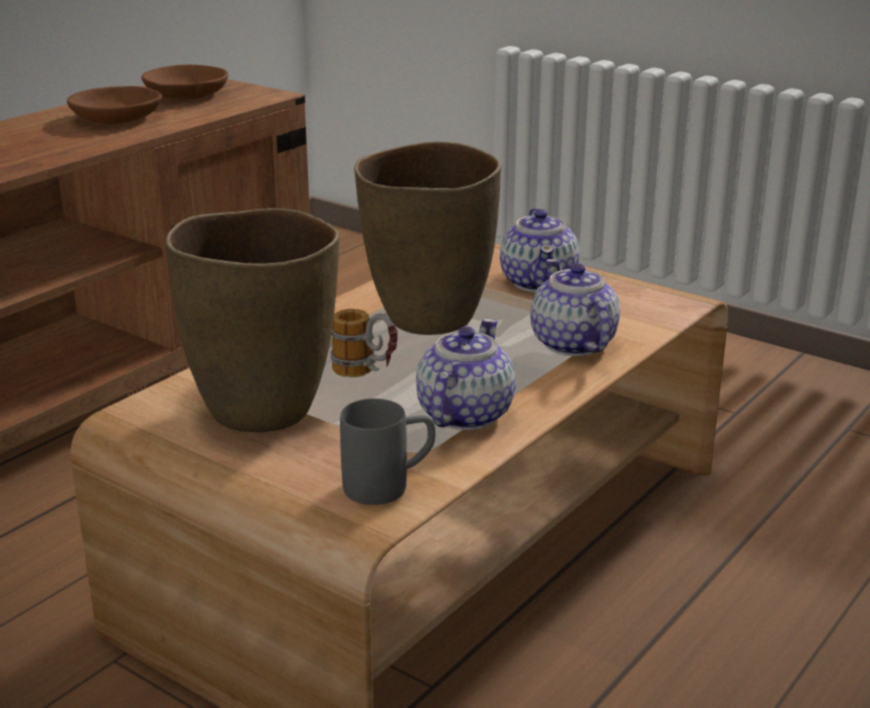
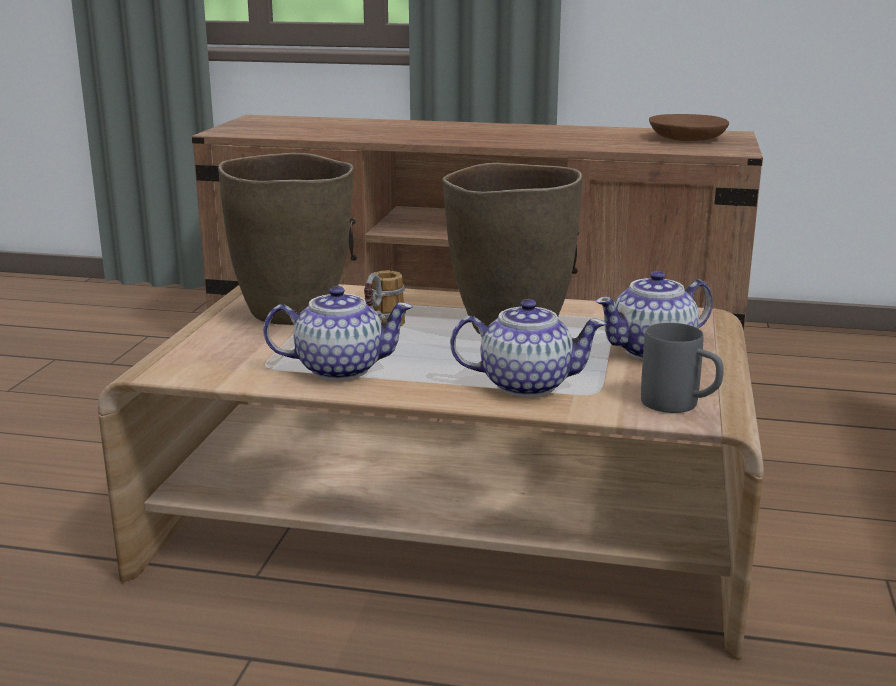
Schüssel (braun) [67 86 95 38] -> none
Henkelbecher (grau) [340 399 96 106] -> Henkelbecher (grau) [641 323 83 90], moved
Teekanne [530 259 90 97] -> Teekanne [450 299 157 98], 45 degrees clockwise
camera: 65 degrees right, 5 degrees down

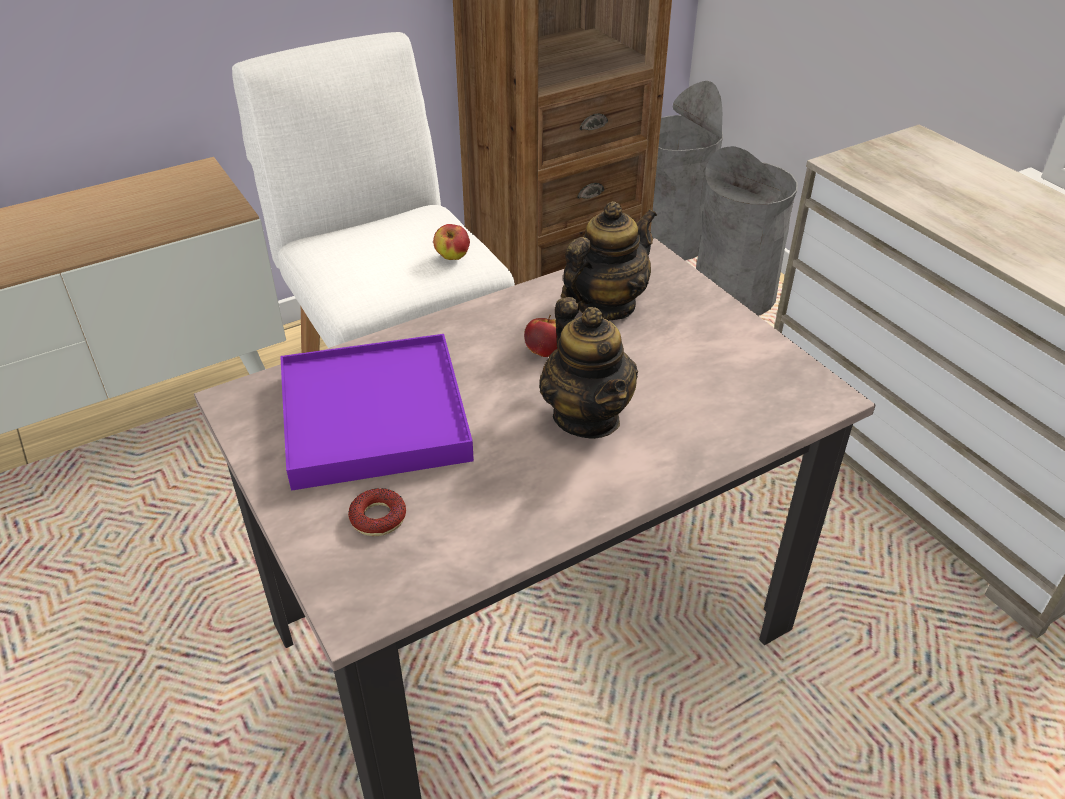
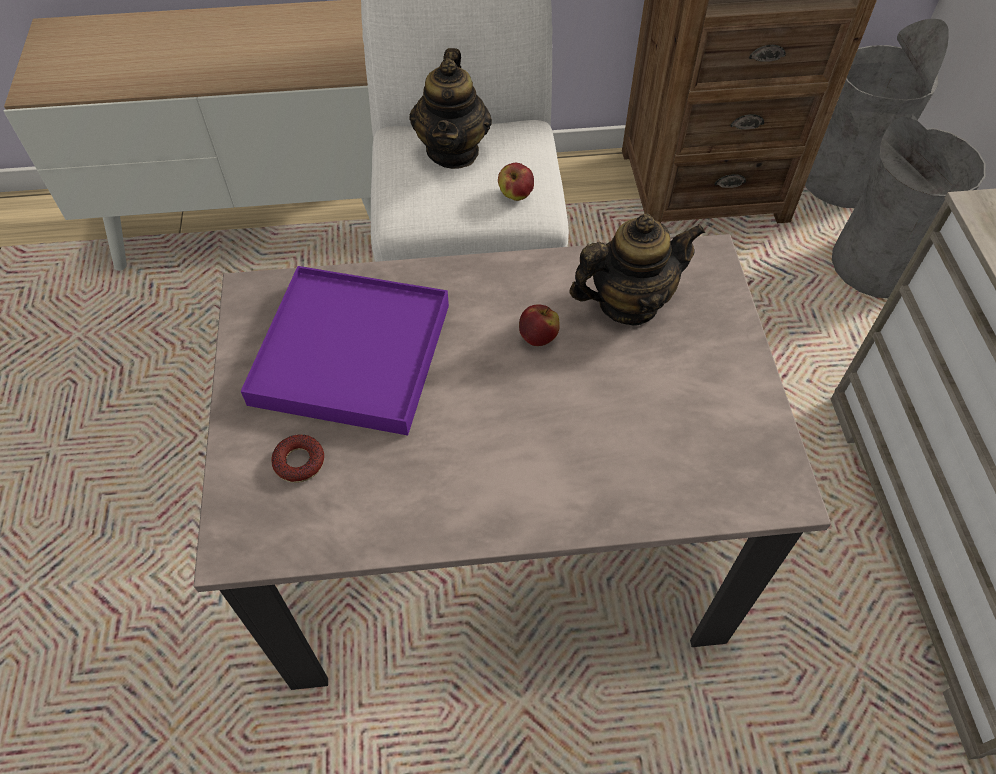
Teekanne [539 297 99 142] -> Teekanne [410 48 82 121], moved
camera: 25 degrees right, 15 degrees up

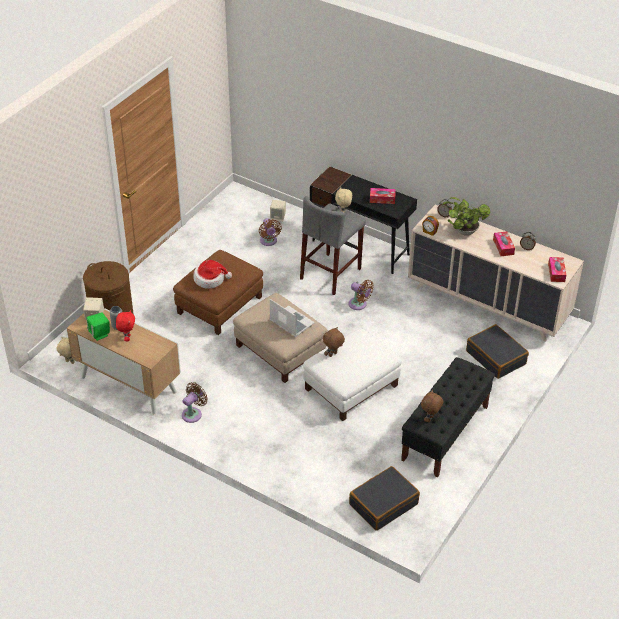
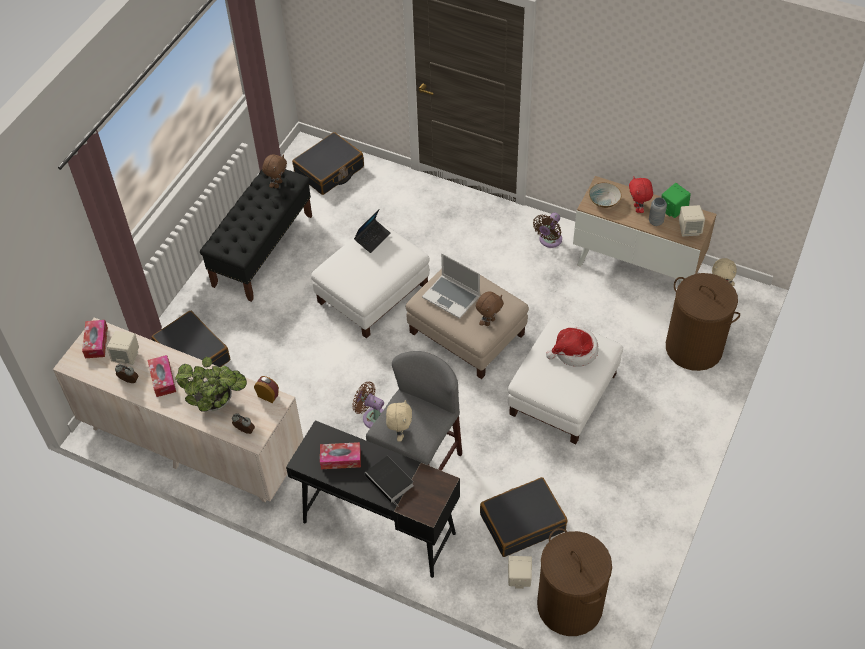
none -> Lautsprecher (beige) [107 331 32 34]
none -> Laptop [354 210 36 43]
none -> Buch [365 456 49 51]
none -> Wäschekorb (braun) [537 528 75 108]
none -> Schüssel [589 182 33 26]
Plüschtier (braun) [323 327 22 30] -> Plüschtier (braun) [476 291 28 35], moved
Ventilator (braun) [259 218 23 28] -> Koffer (schwarz) [480 477 87 80]
Polsterhocker (braun) [173 250 90 85] -> Polsterhocker (weiß) [508 317 115 127]
camera: 175 degrees right, 10 degrees up

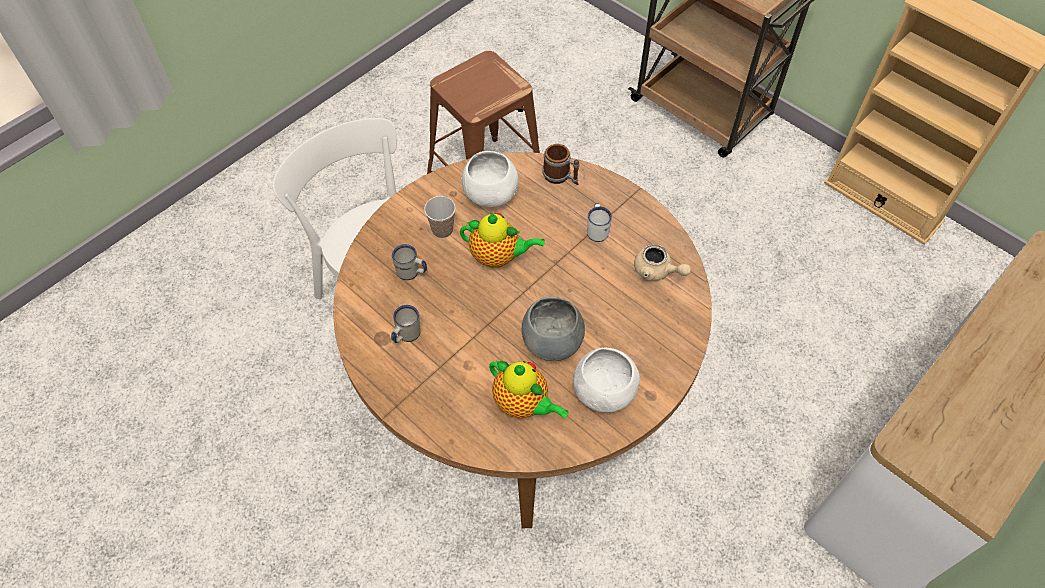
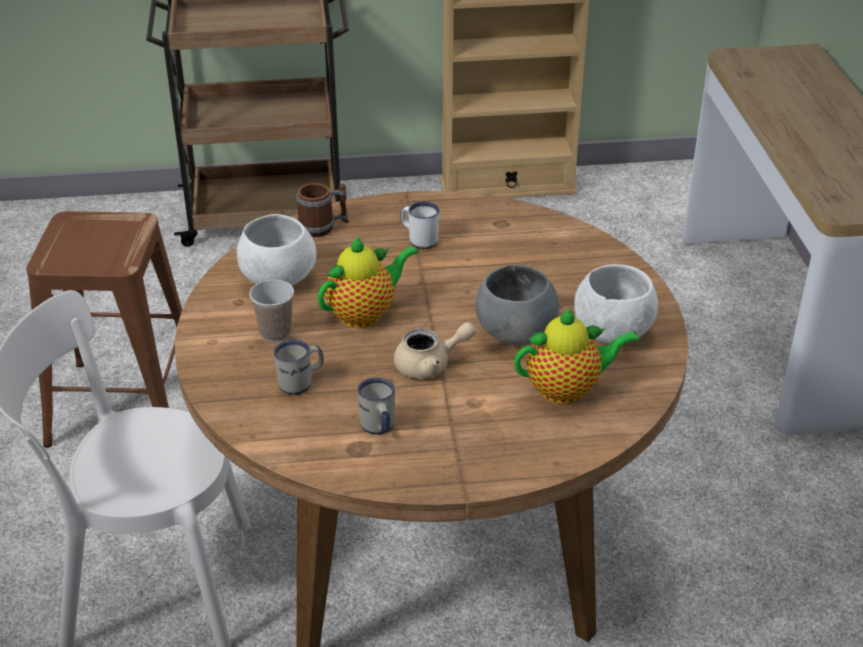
Teekanne (beige) [634 244 57 37] -> Teekanne (beige) [394 322 82 57], moved
camera: 50 degrees left, 20 degrees down

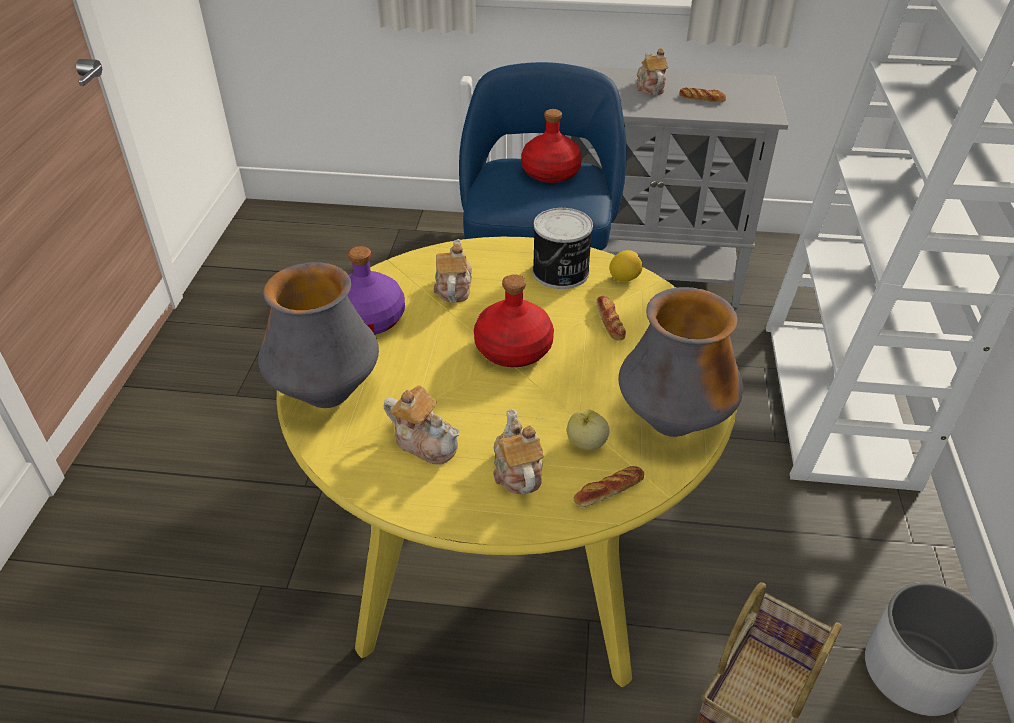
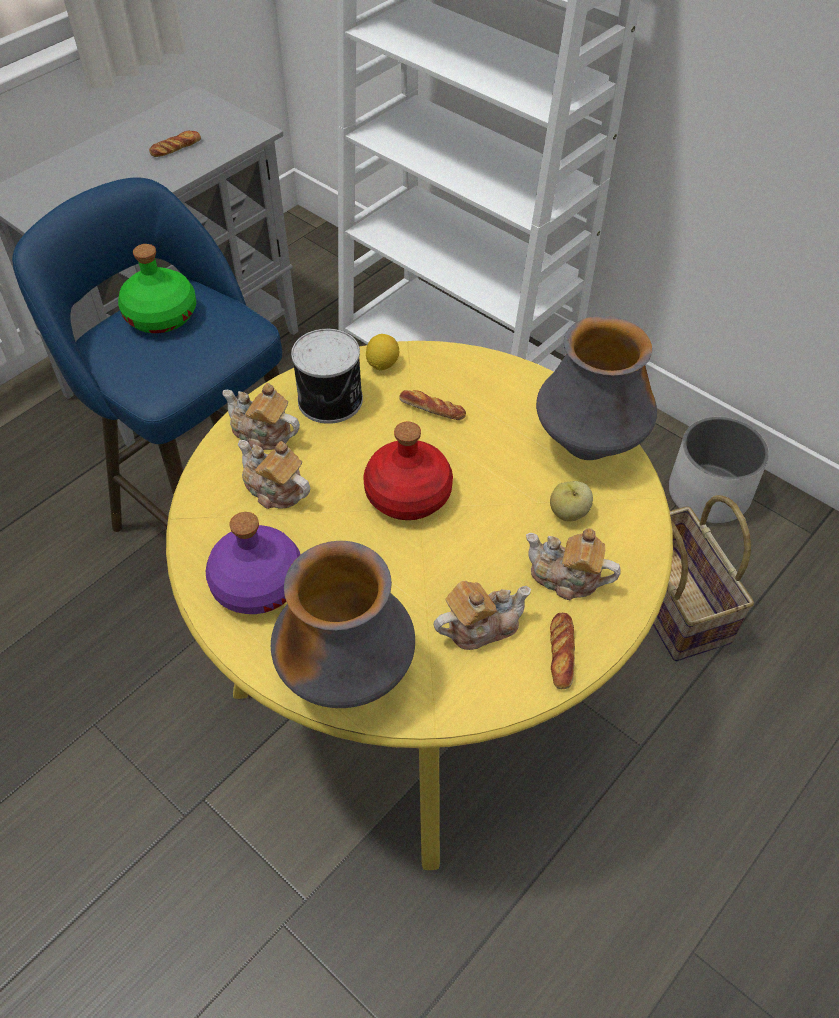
Brot [574 466 70 41] -> Brot [550 613 25 76], moved
Teekanne [637 48 31 47] -> Teekanne [222 383 78 67], moved
Flasche (rot) [521 109 61 74] -> Flasche (grün) [118 244 78 89]
camera: 55 degrees left, 10 degrees up

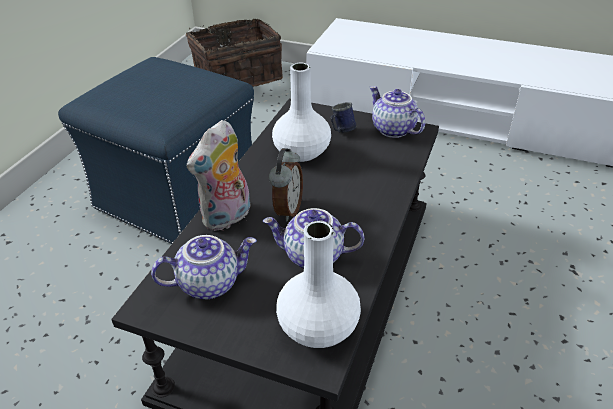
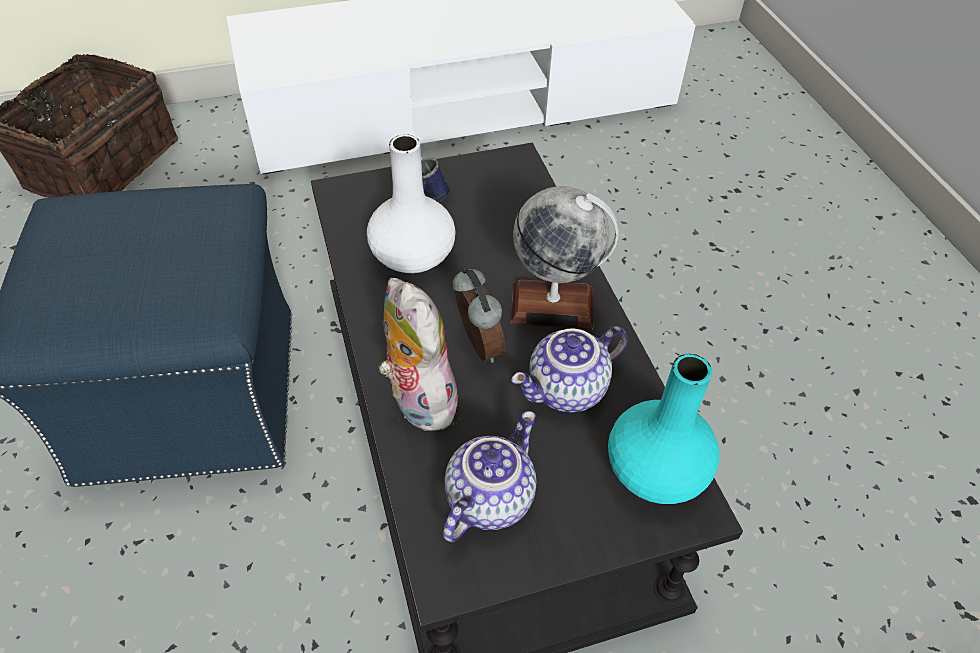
Teekanne [370 86 55 52] -> none
none -> Globus [511 186 107 144]
Vase (weiß) [276 221 85 127] -> Vase (türkis) [608 354 112 150]
Plüschtier [187 120 64 111] -> Plüschtier [378 278 83 153], 150 degrees clockwise
camera: 40 degrees left, 10 degrees up

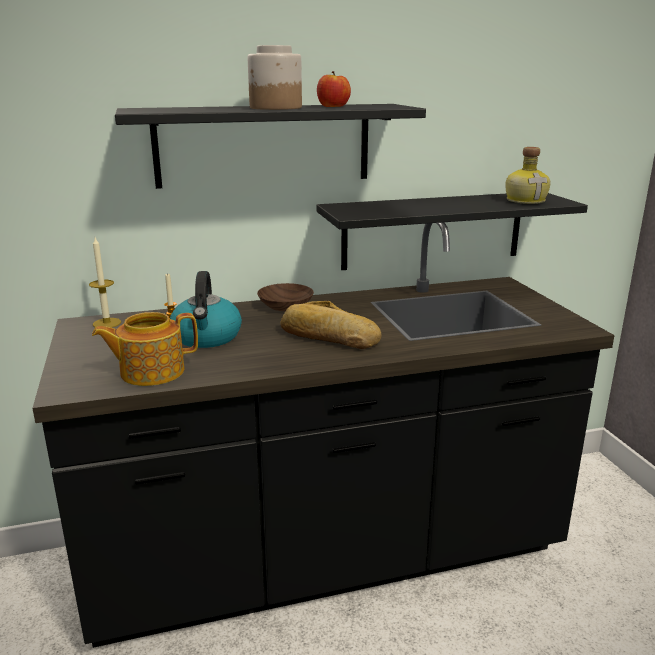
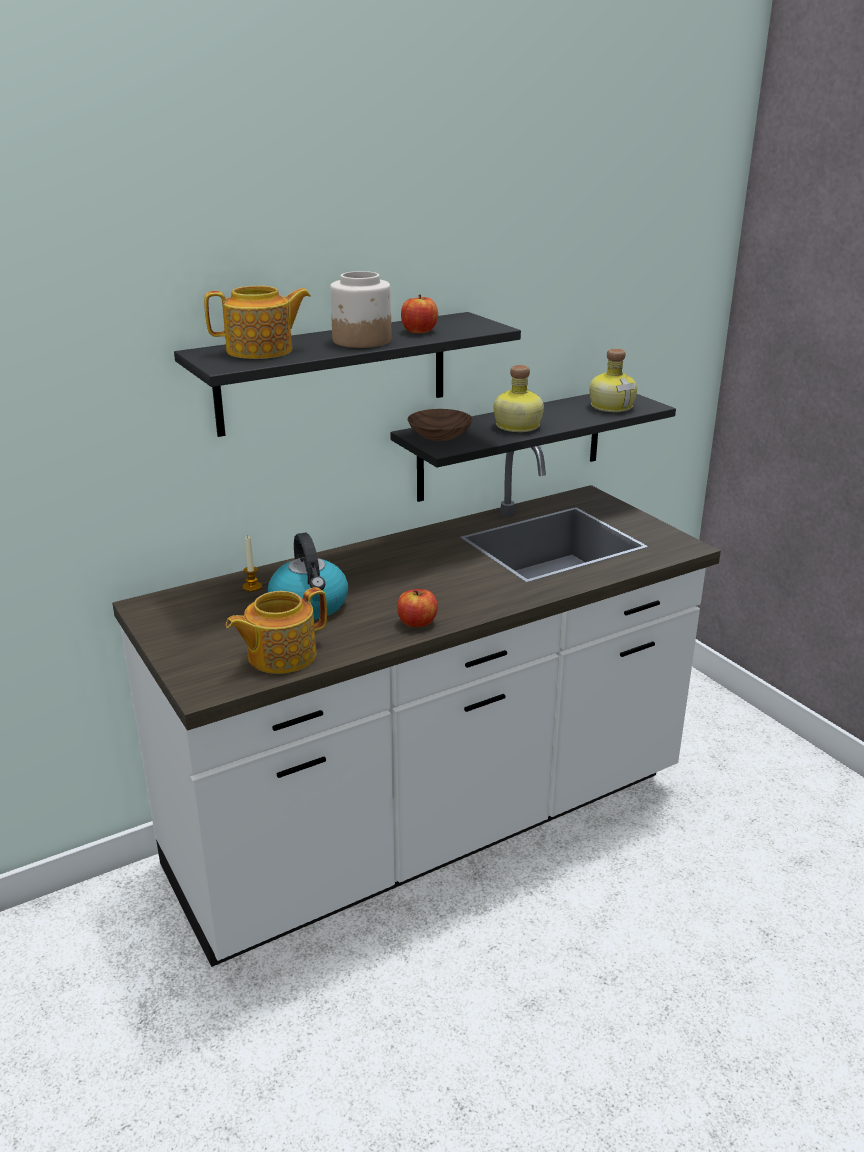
Kerze [89 238 32 90] -> none
Brot [280 301 101 48] -> none
none -> Teekanne [204 286 107 73]
none -> Apfel [397 589 41 38]
none -> Flasche [494 365 50 67]
Schüssel (braun) [257 283 57 28] -> Schüssel (braun) [407 409 66 32], moved
Küchenzeile (schwarz) [33 222 582 426] -> Küchenzeile (weiß) [112 446 609 521]
camera: 15 degrees left, 5 degrees up

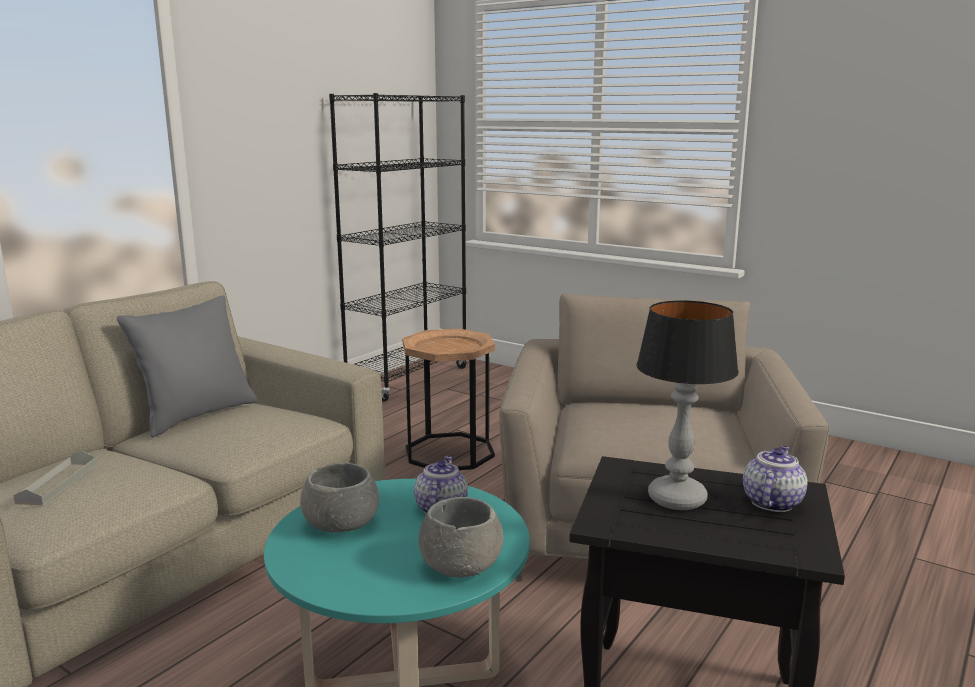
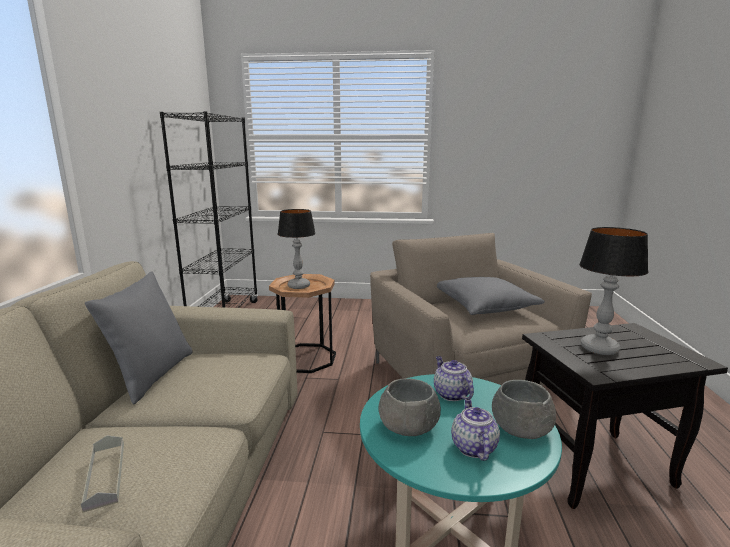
none -> Tischlampe [278 209 38 80]
none -> Kissen (grau) [437 277 108 38]
Teekanne [743 445 65 67] -> Teekanne [451 398 49 63], moved
camera: 30 degrees left, 0 degrees up

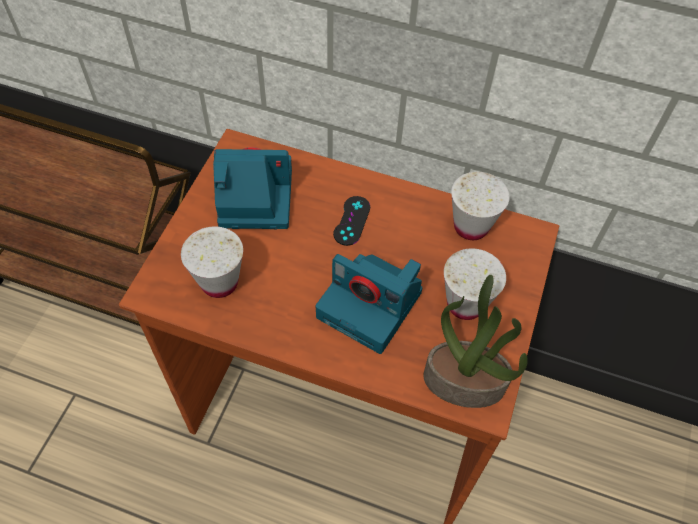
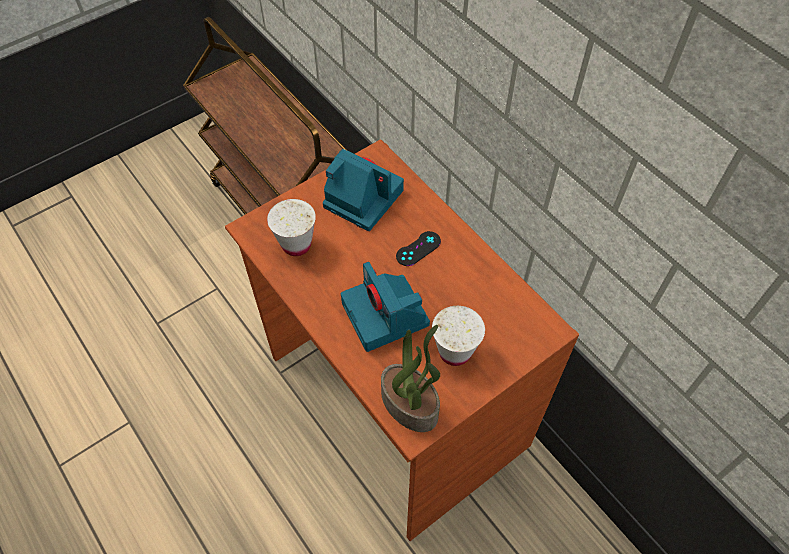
Tasse (weiß) [451 172 59 68] -> none
camera: 35 degrees right, 0 degrees up

